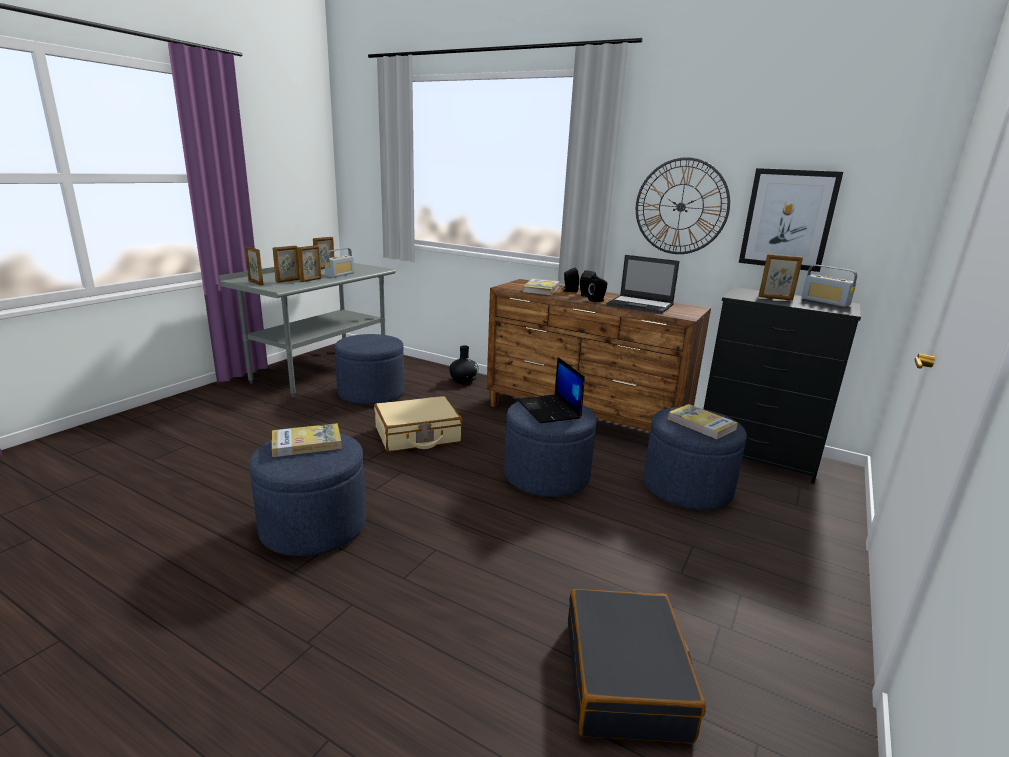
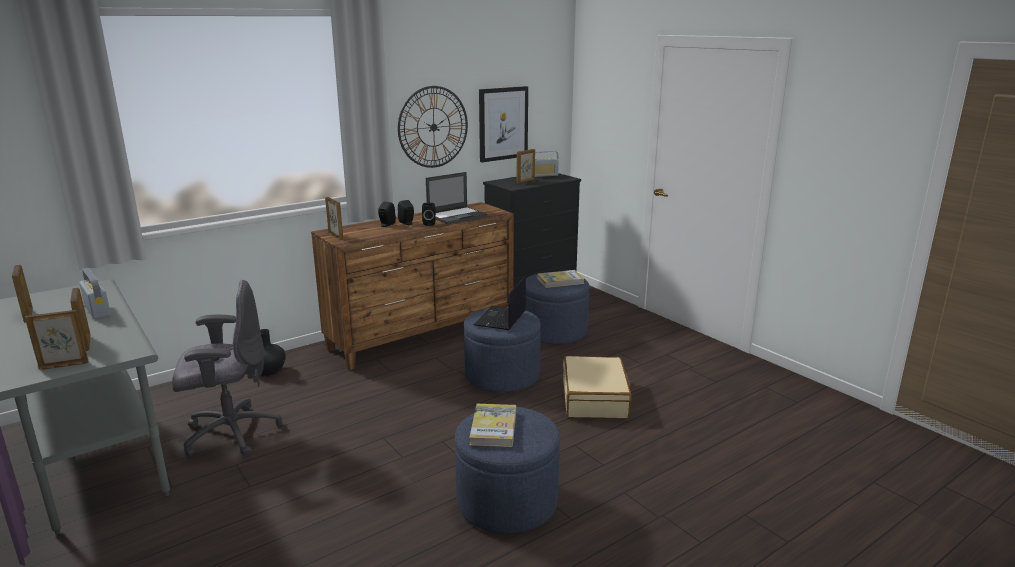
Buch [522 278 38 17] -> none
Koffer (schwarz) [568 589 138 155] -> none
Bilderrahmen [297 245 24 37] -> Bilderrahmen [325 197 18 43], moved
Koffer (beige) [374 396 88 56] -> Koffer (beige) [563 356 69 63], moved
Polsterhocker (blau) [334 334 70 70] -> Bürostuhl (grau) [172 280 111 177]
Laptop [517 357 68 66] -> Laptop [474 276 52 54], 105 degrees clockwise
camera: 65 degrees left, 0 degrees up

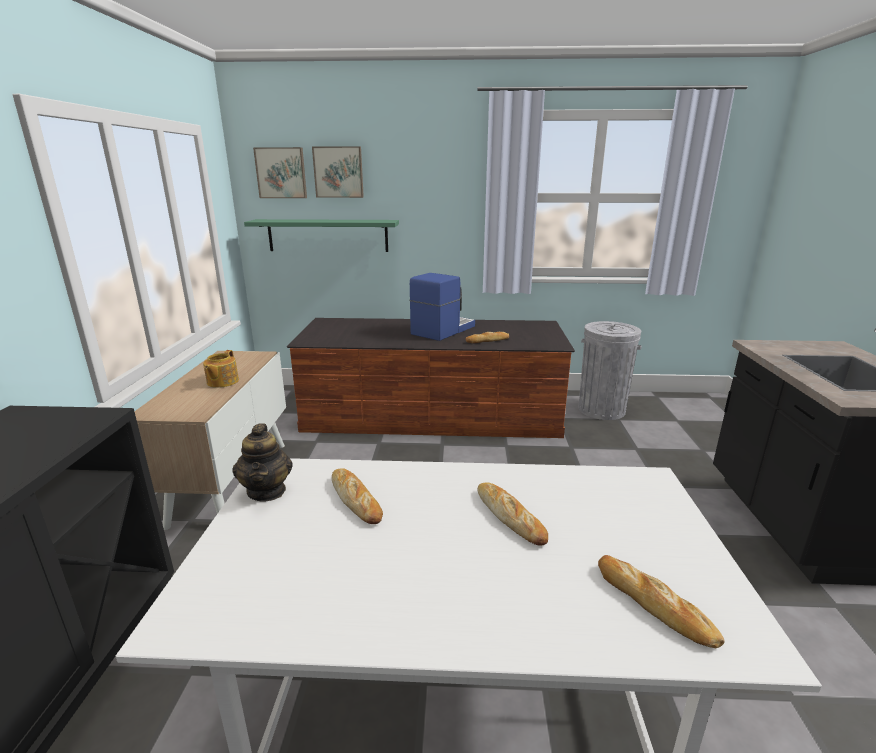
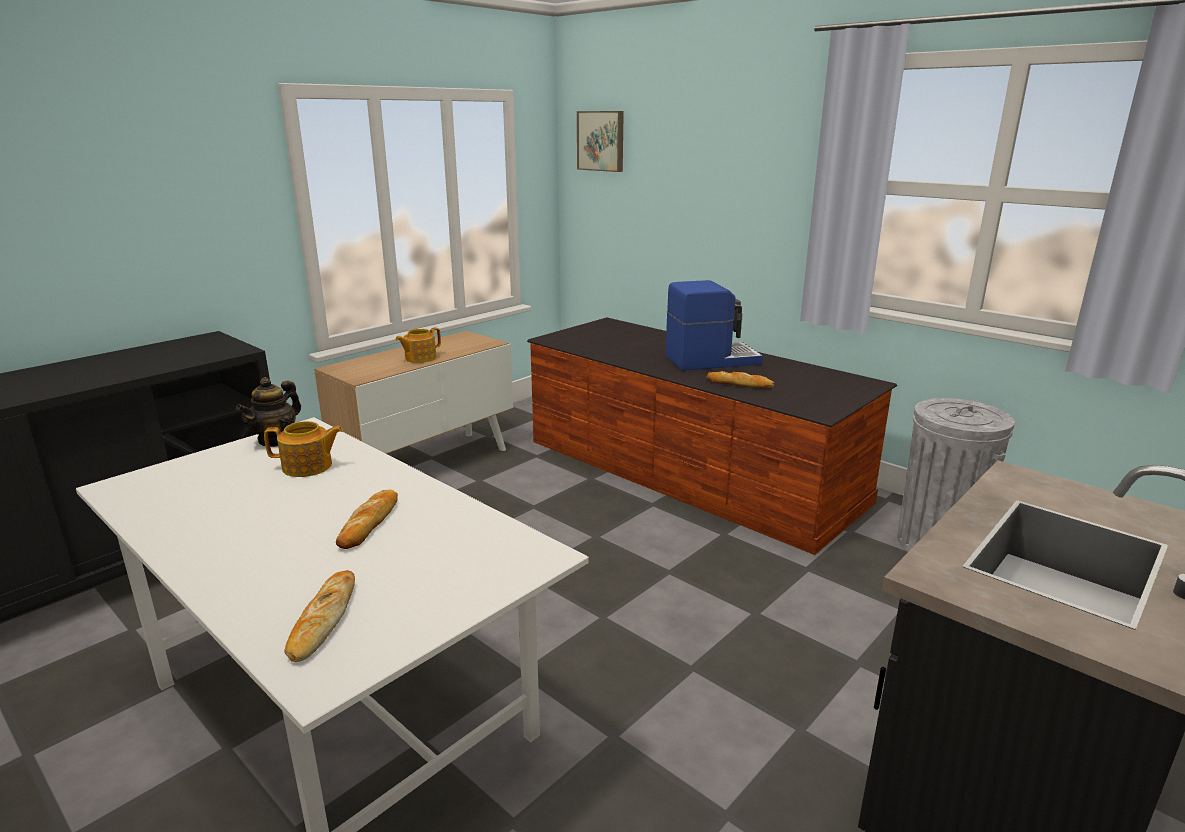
Wandregal (grün) [244 219 155 33] -> none
Bild [312 146 52 52] -> none
Brot [332 469 51 55] -> Teekanne [264 421 79 56]
camera: 40 degrees right, 0 degrees up

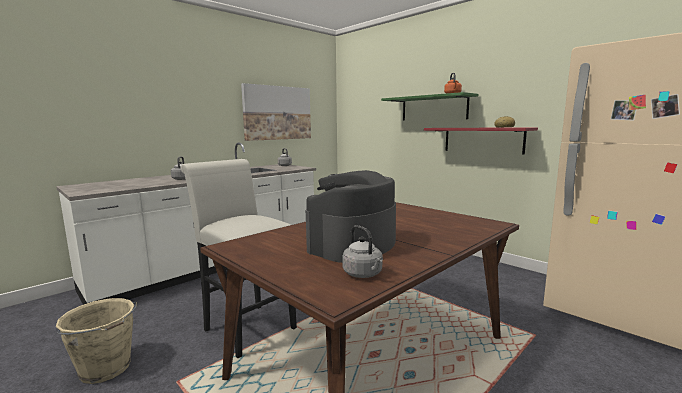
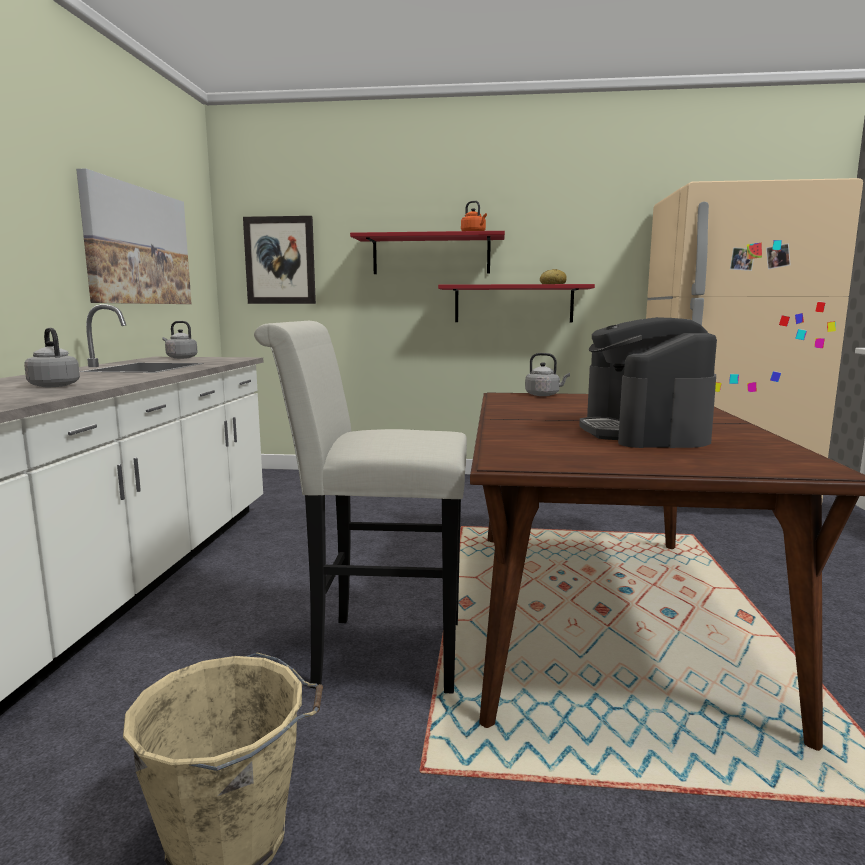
none -> Bild [243 216 73 88]
Wasserkessel (grau) [342 225 41 53] -> Wasserkessel (grau) [525 353 45 43], moved
Wandregal (grün) [381 92 97 29] -> Wandregal (rot) [350 231 155 43]
camera: 40 degrees left, 0 degrees up

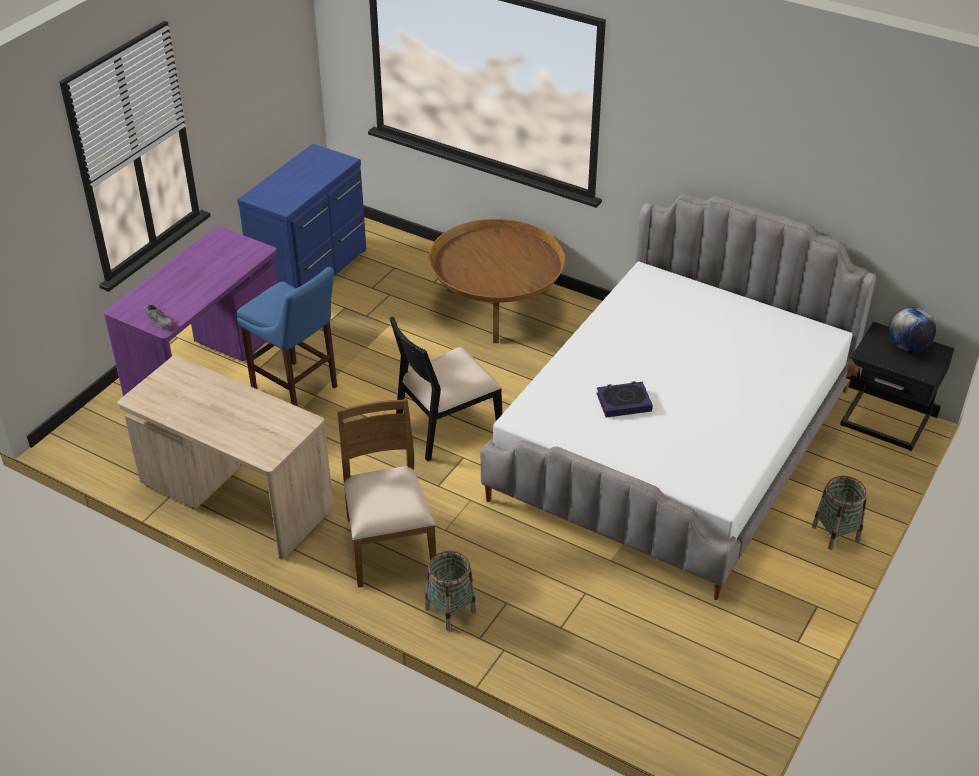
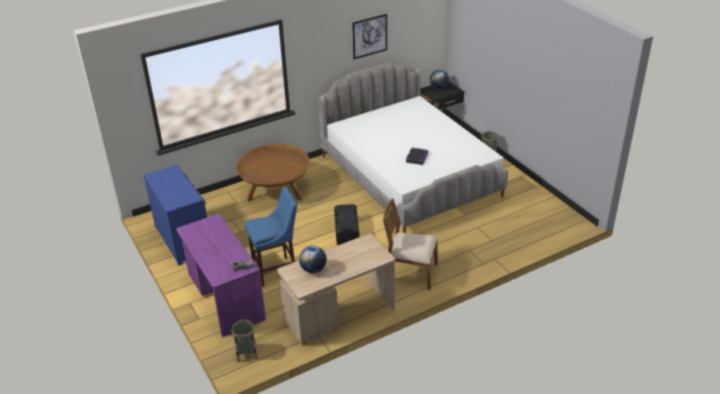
none -> Globus [299 246 28 27]
none -> Bild [352 14 35 45]
Korb [425 551 51 80] -> Korb [231 320 27 42], moved
Stuhl (schwarz) [389 316 113 146] -> Aufbewahrungsbox (schwarz) [334 204 25 41]
camera: 60 degrees left, 5 degrees down

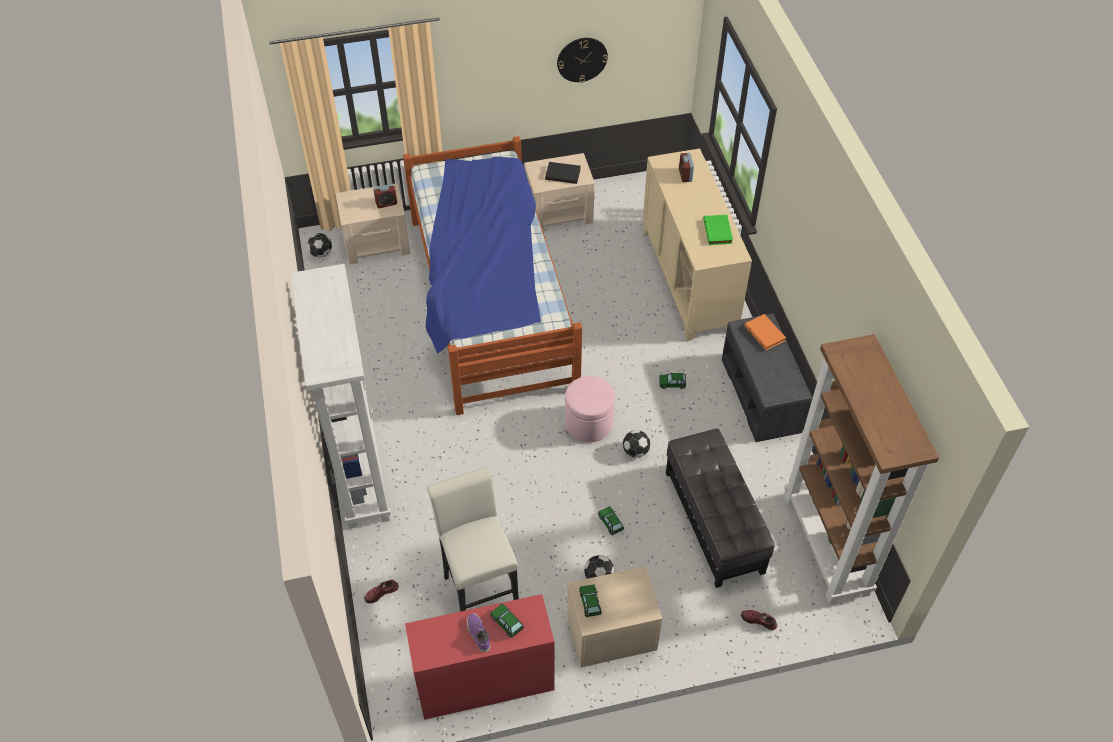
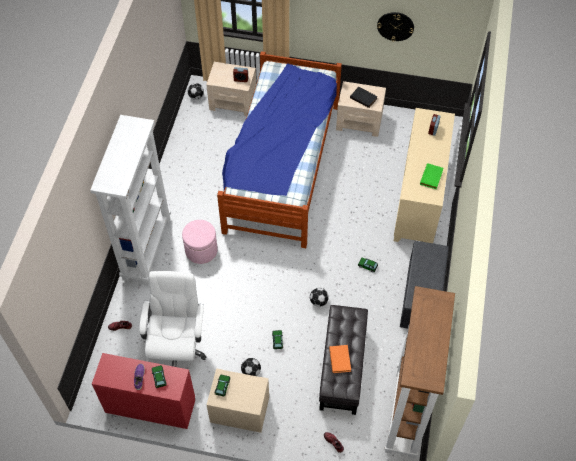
Polsterhocker (rosa) [565 376 50 66] -> Polsterhocker (rosa) [182 220 36 44], moved
Buch (orange) [744 314 42 36] -> Buch (orange) [329 345 22 28], moved
Hocker (weiß) [427 467 92 145] -> Bürostuhl (weiß) [139 271 67 96]
camera: 25 degrees right, 5 degrees up

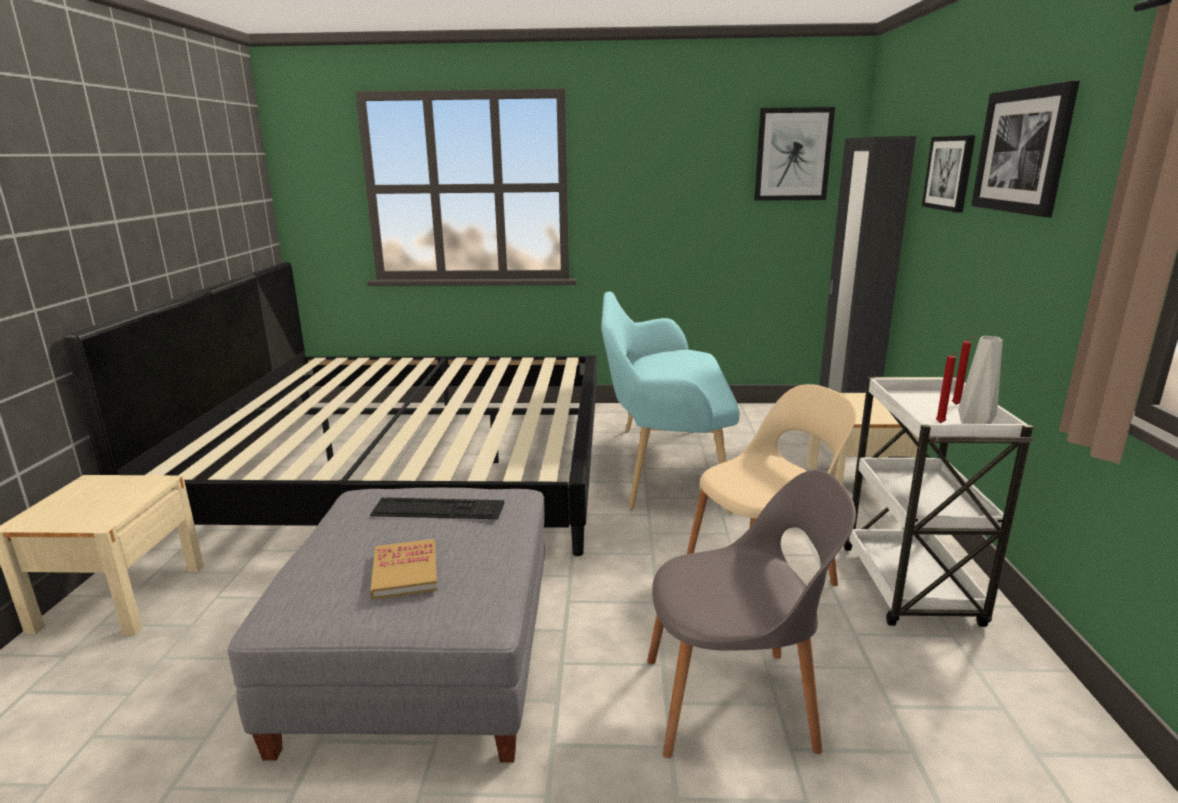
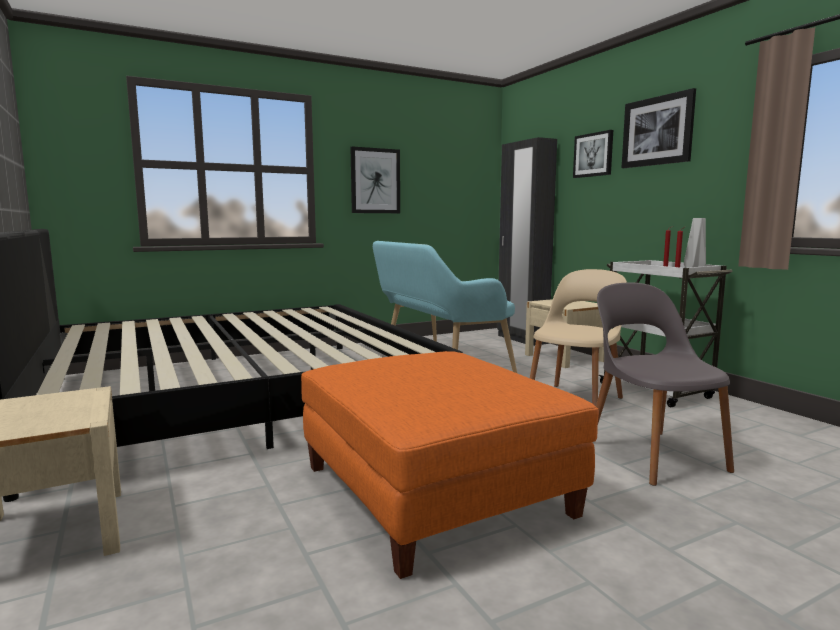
Tastatur [370 497 134 22] -> none
Buch [370 539 67 60] -> none
Bild [754 107 81 94] -> Bild [350 146 50 67], moved
Polsterhocker (grau) [228 488 317 275] -> Polsterhocker (orange) [301 351 298 228]
Stuhl (grau) [647 470 209 288] -> Stuhl (grau) [596 283 138 203], 75 degrees counterclockwise
camera: 30 degrees left, 10 degrees down

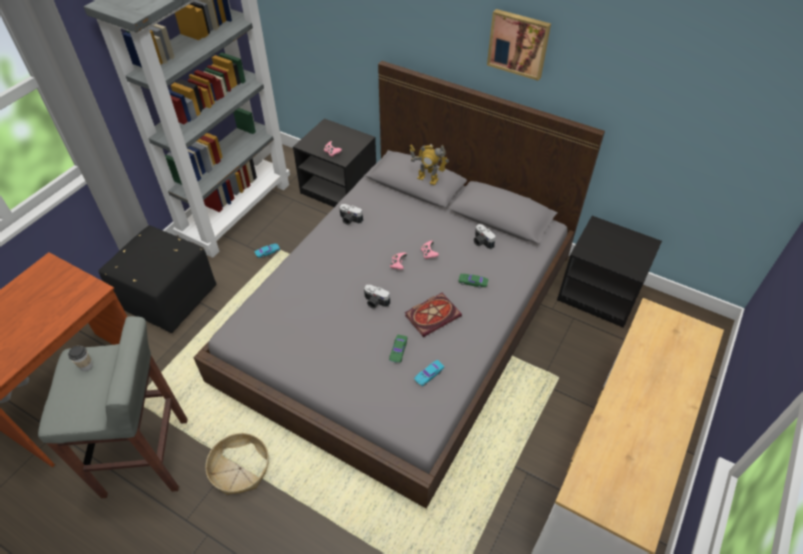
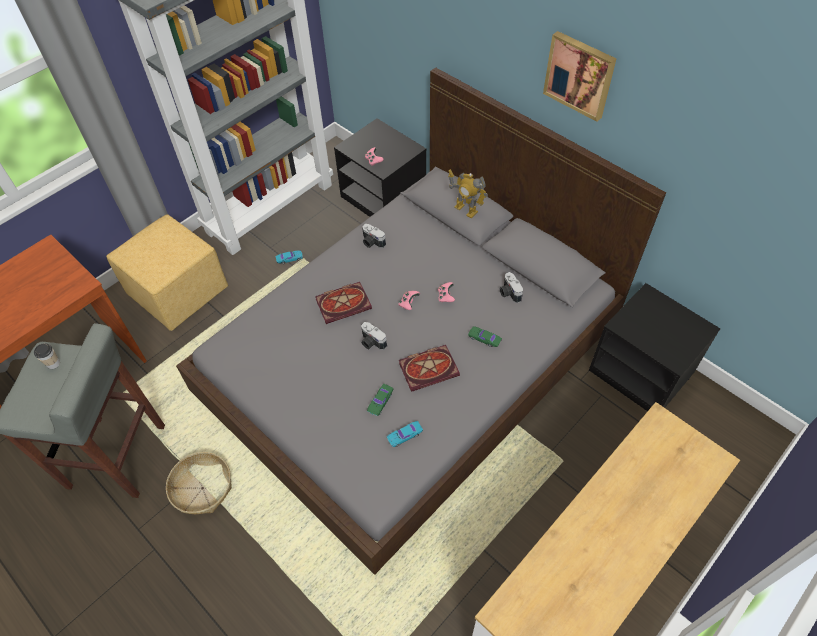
none -> Buch [315 282 57 42]
Polsterhocker (schwarz) [98 226 119 107] -> Polsterhocker (gelb) [106 214 122 117]
camera: 15 degrees right, 5 degrees up

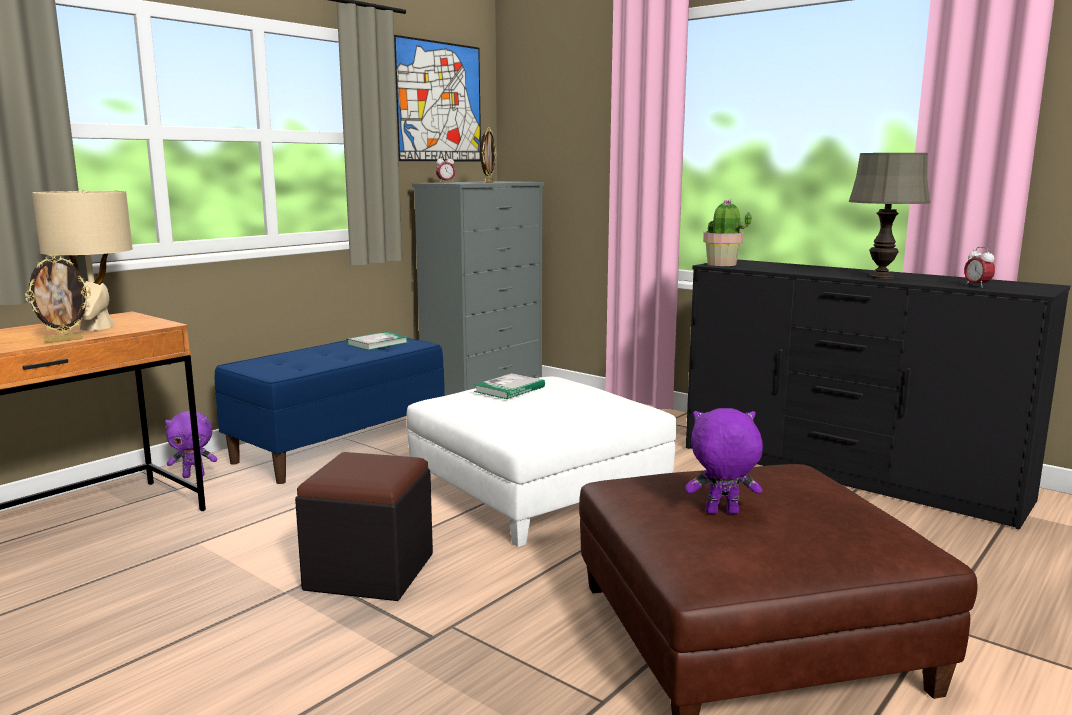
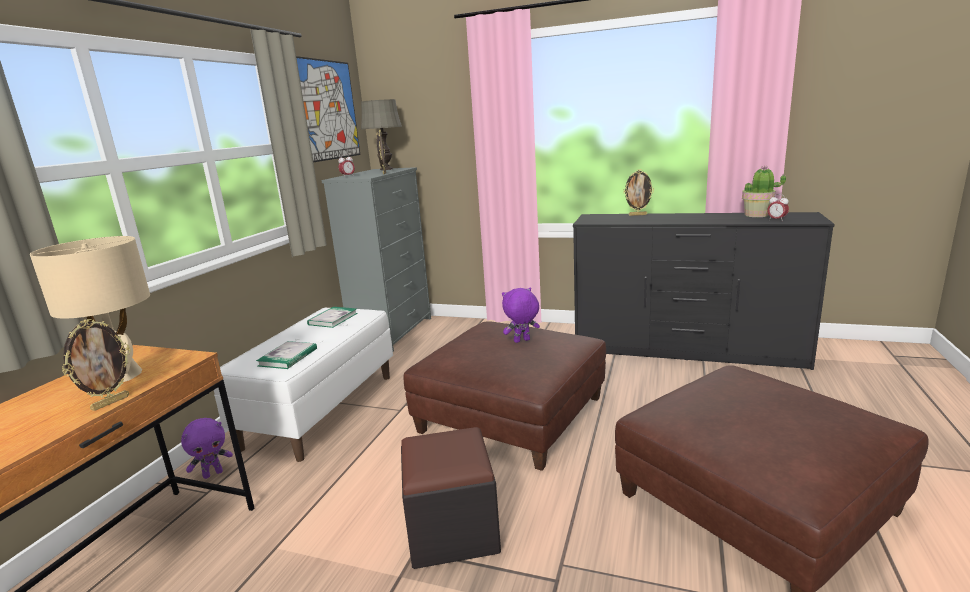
none -> Bilderrahmen [623 169 31 47]
Buch [474 373 71 26] -> Buch [256 341 61 28], moved
Plüschtier (lila) [685 408 78 106] -> Plüschtier (lila) [502 287 38 56], moved
Topfpflanze [703 200 49 66] -> Topfpflanze [742 166 44 51], moved
Tischlampe (grau) [849 153 81 126] -> Tischlampe (grau) [361 99 41 71], moved
Bank (blau) [215 338 230 146] -> Bank (weiß) [214 308 179 154]
Polsterhocker (weiß) [406 377 271 170] -> Polsterhocker (braun) [404 321 202 150]
camera: 20 degrees left, 5 degrees up

